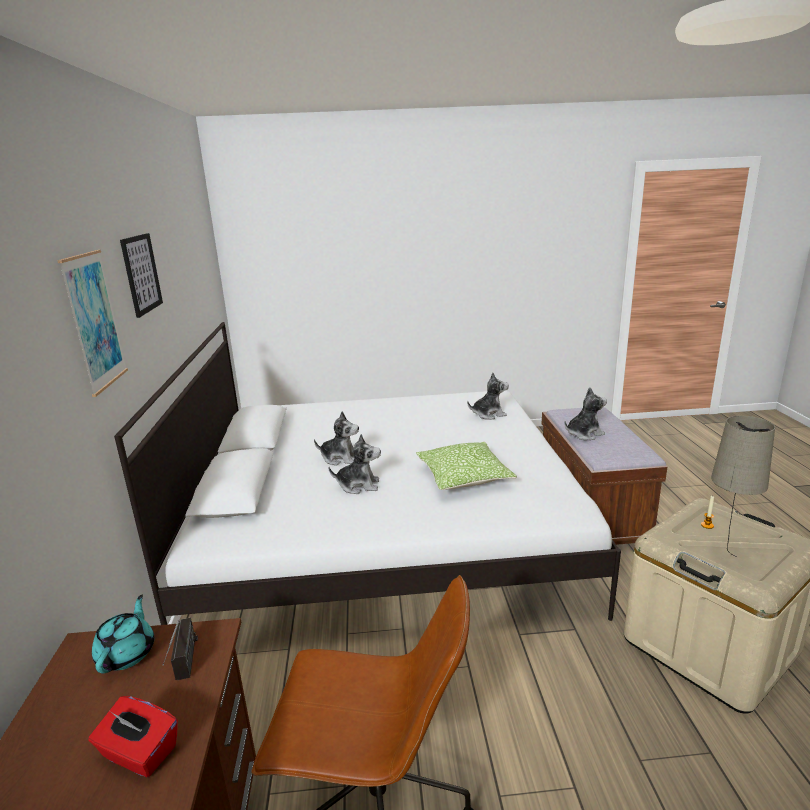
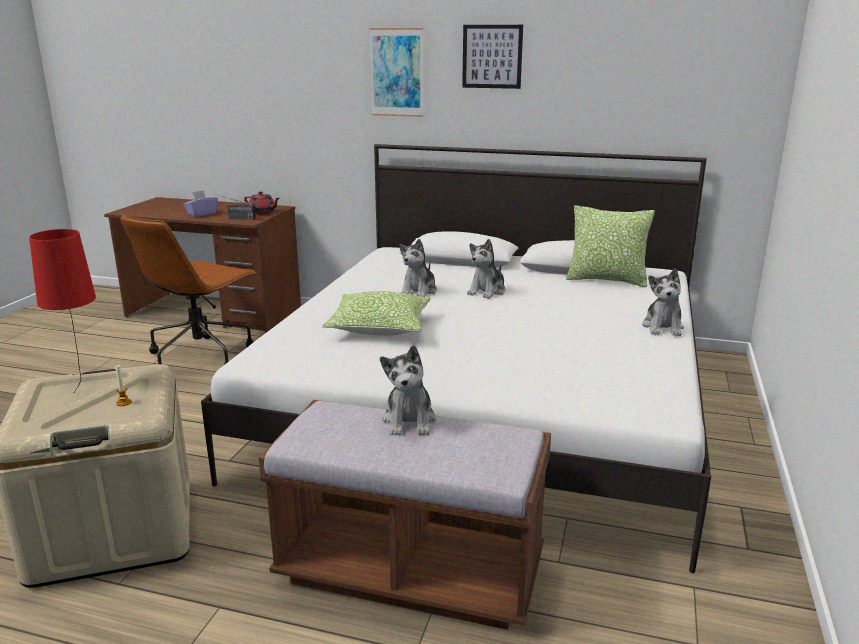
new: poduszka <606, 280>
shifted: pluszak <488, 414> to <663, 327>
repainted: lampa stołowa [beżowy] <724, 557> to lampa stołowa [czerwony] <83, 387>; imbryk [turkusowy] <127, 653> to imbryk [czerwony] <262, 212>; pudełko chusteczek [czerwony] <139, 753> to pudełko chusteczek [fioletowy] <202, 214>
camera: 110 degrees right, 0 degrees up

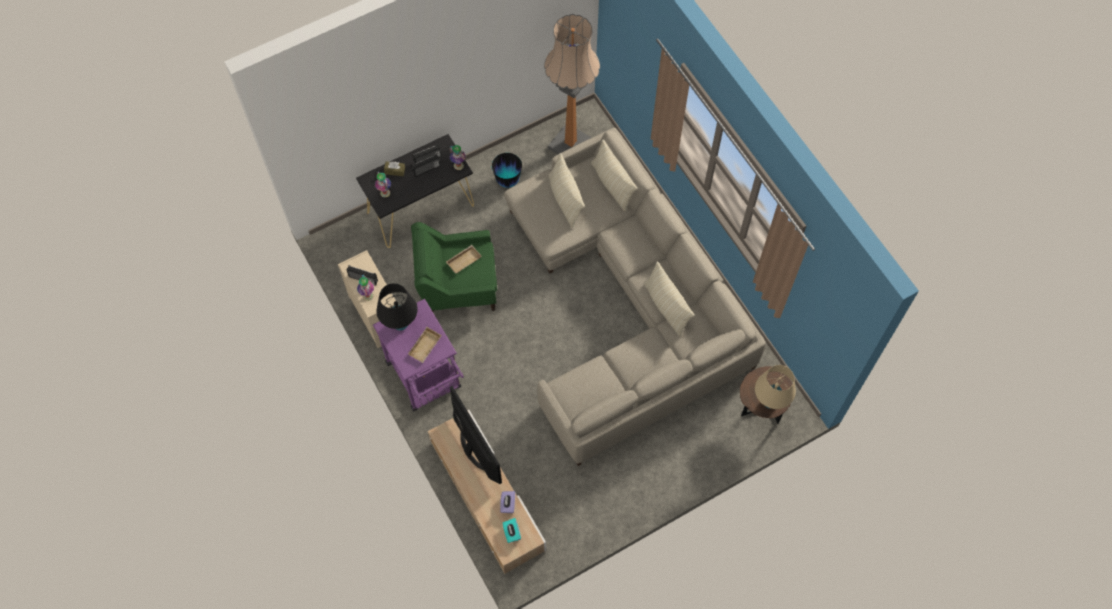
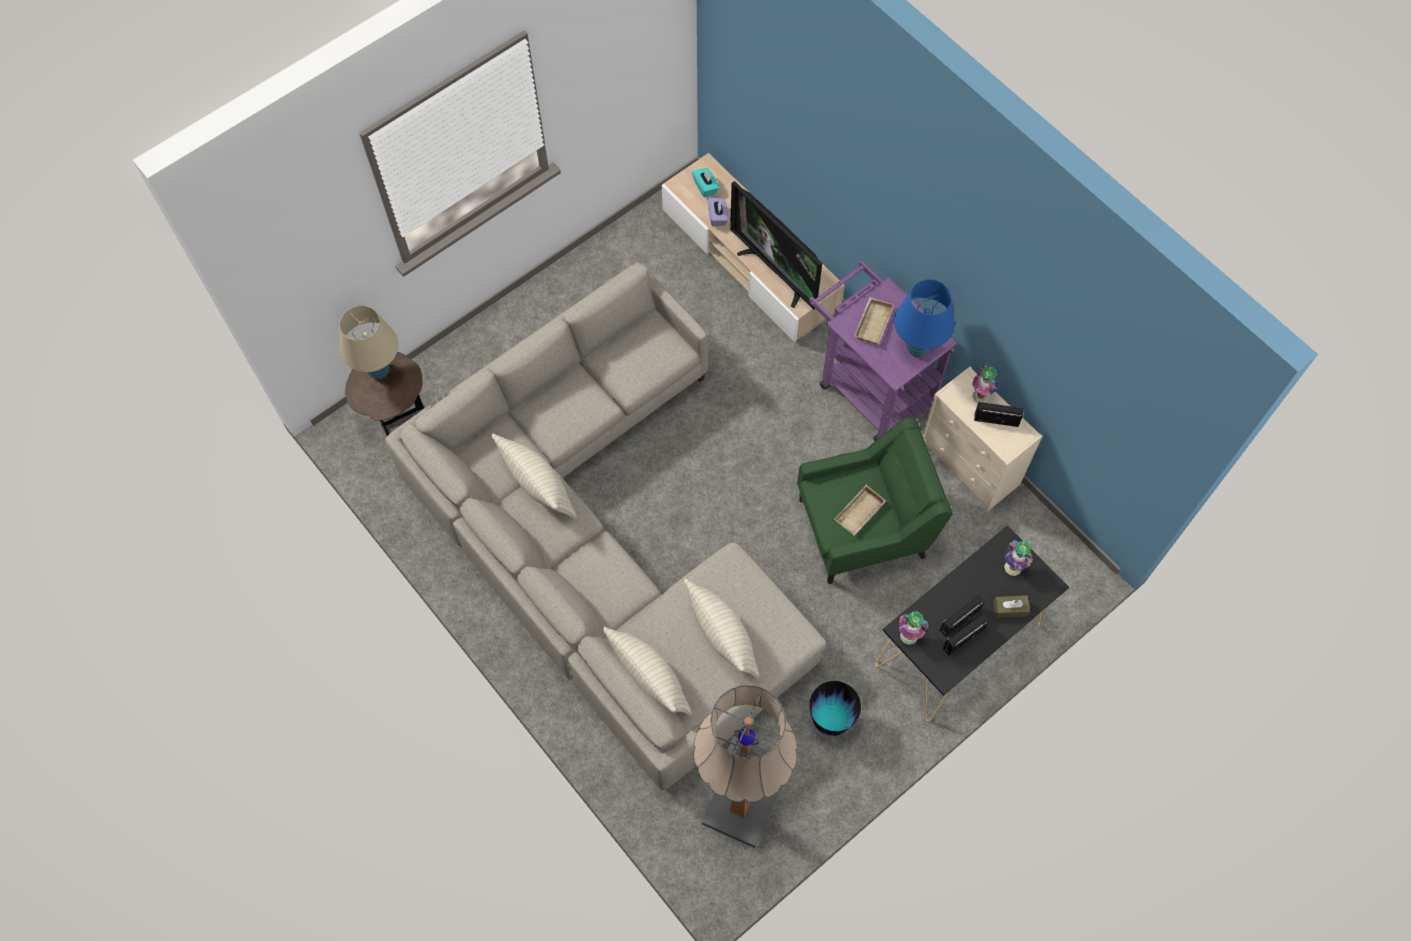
repainted: lampa stołowa [czarny] <401, 324> to lampa stołowa [niebieski] <917, 348>
camera: 170 degrees right, 0 degrees up

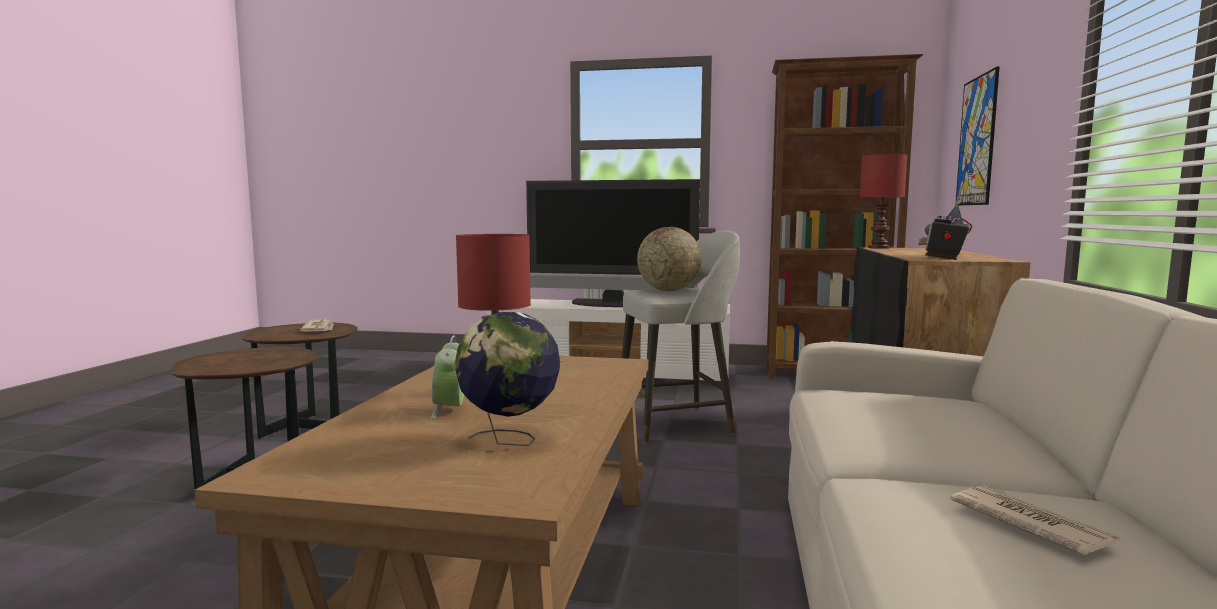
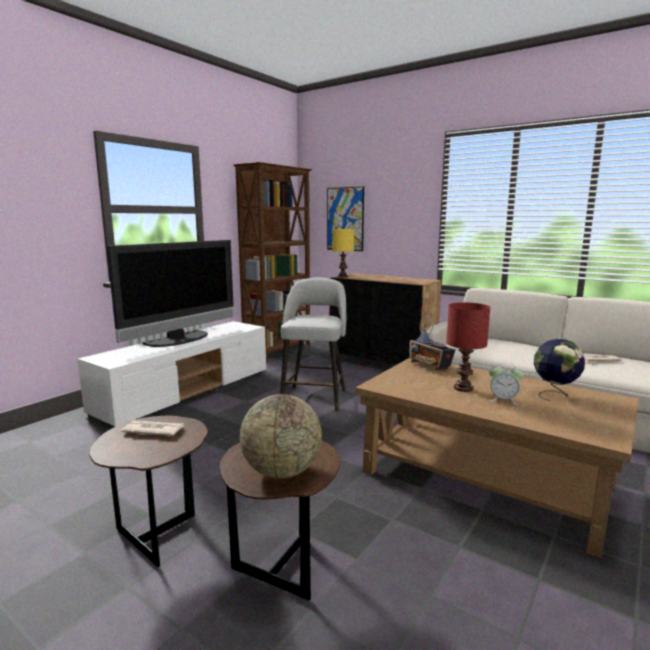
shifted: radio <945, 258> to <430, 366>; globus <668, 290> to <282, 472>
repainted: lampa stołowa [czerwony] <879, 248> to lampa stołowa [żółty] <342, 276>
camera: 65 degrees left, 5 degrees up

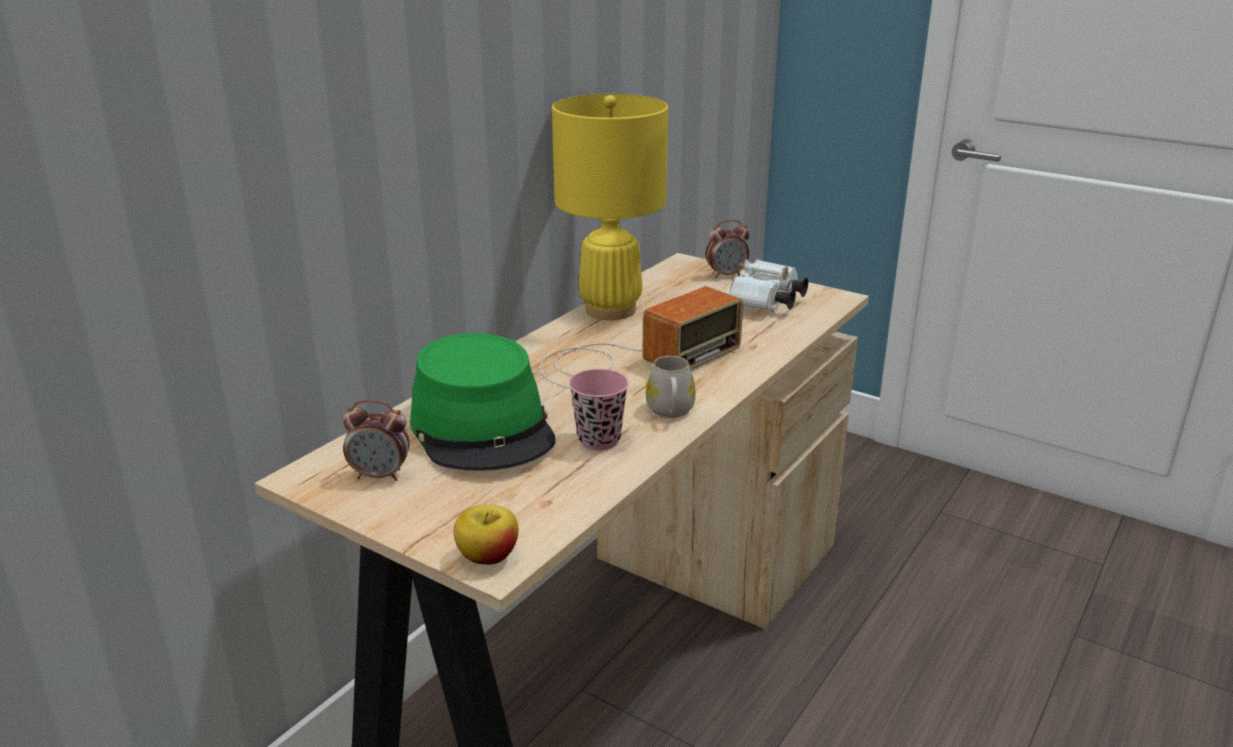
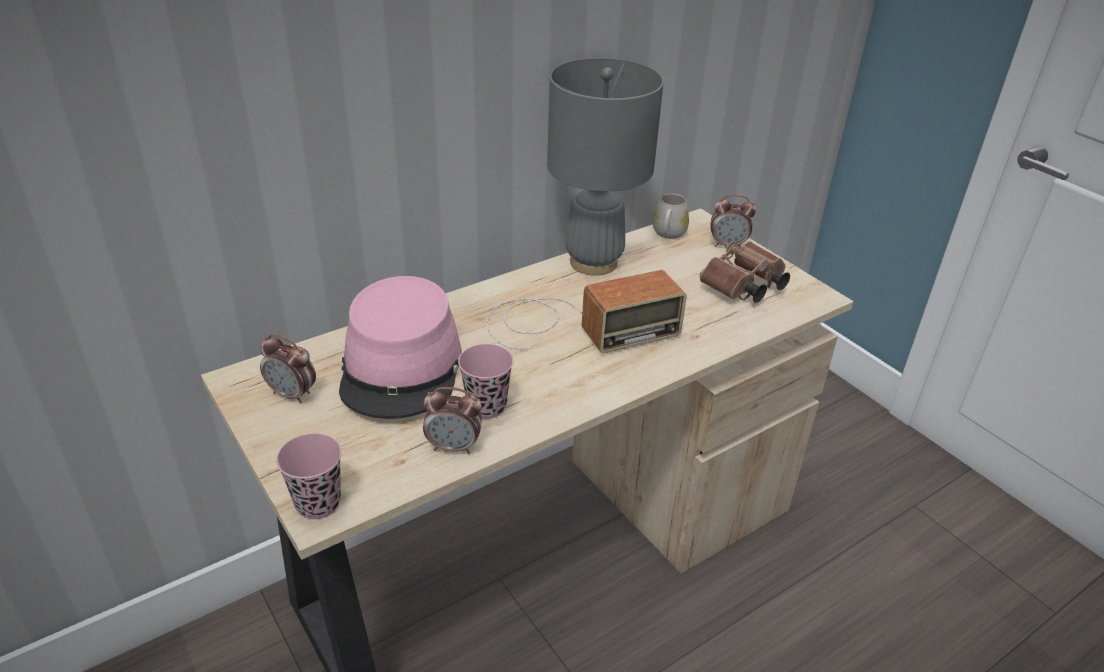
new: budzik <454, 447>
shifted: kubek [biały] <670, 412> to <668, 234>
swapped: jabłko <488, 556> to filiżanka [różowy] <318, 503>
repainted: lampa stołowa [żółty] <610, 310> to lampa stołowa [szary] <593, 263>; lornetka [biały] <765, 303> to lornetka [brązowy] <742, 288>; kapelusz [zielony] <483, 427> to kapelusz [różowy] <402, 366>
camera: 20 degrees right, 10 degrees up

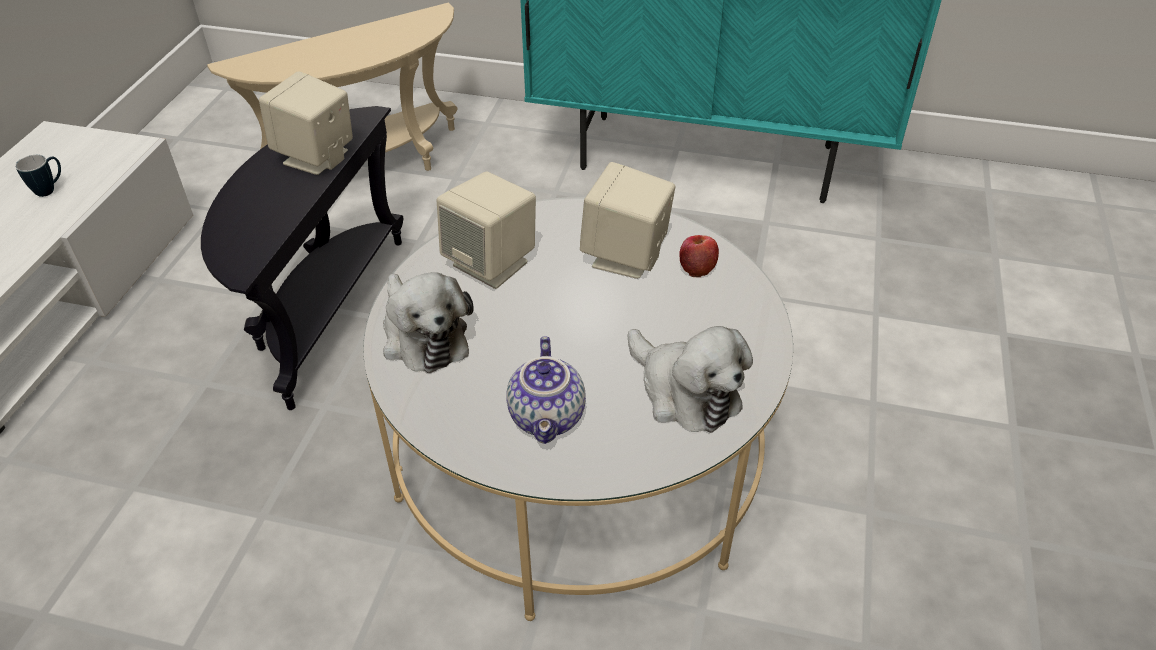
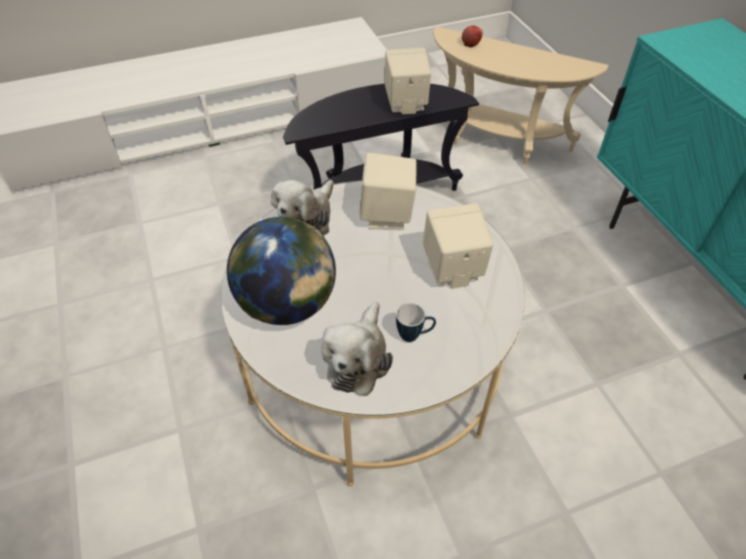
shifted: kubek <50, 189> to <414, 335>; jabłko <697, 267> to <471, 43>
swapped: imbryk <549, 417> to globus <287, 305>
camera: 55 degrees right, 5 degrees up

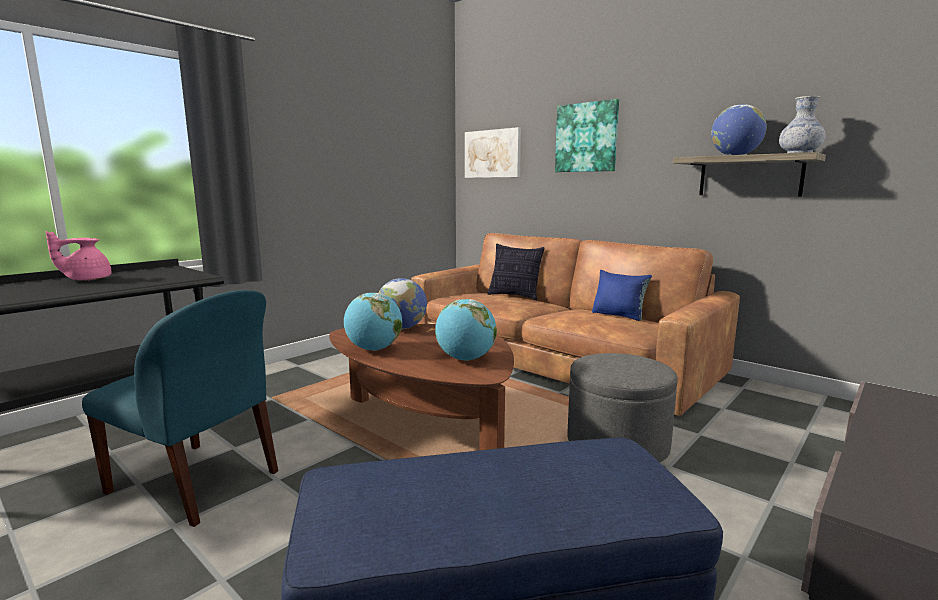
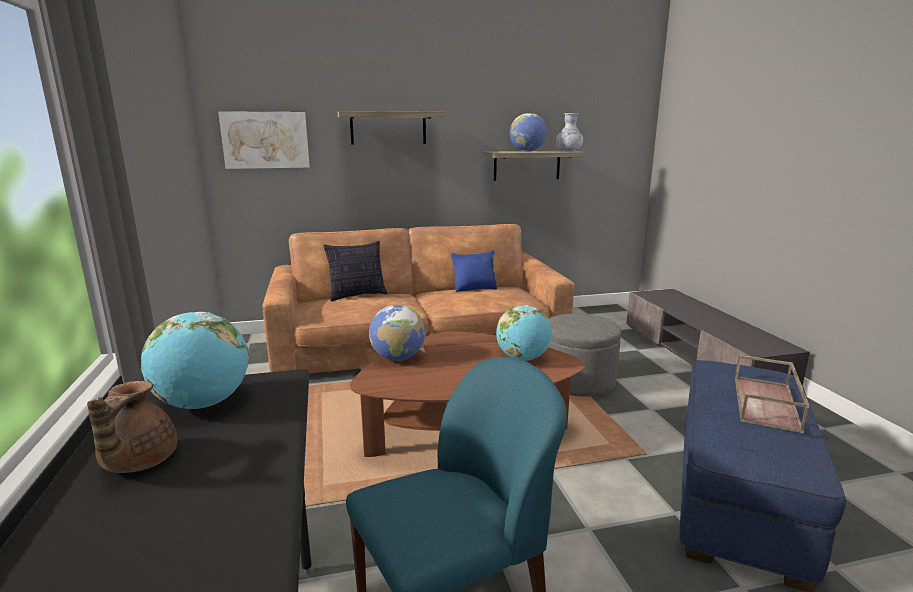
new: taca [brązowy] <767, 403>
shifted: globus <374, 349> to <204, 404>
swapped: obraz <586, 137> to półka <388, 128>
repainted: imbryk [różowy] <87, 279> to imbryk [brązowy] <137, 462>
camera: 55 degrees left, 5 degrees up

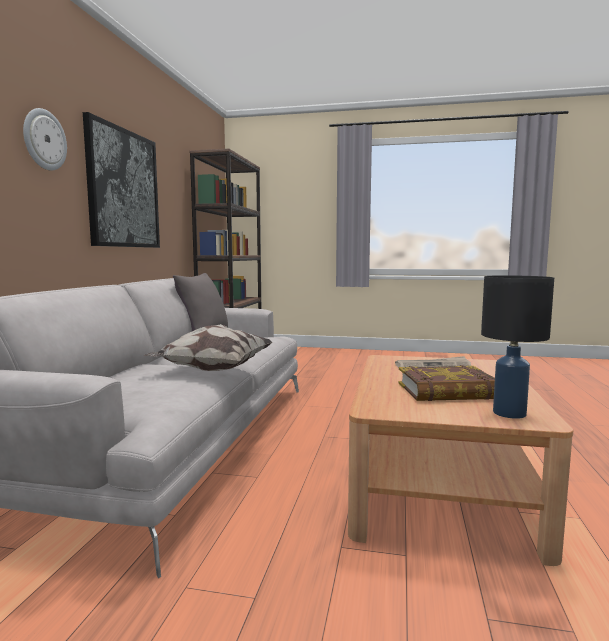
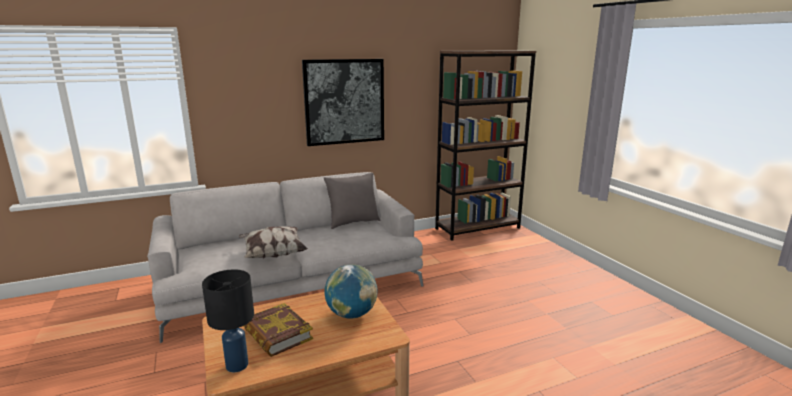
gone: zegar ścienny <44, 140>
swapped: gazeta <433, 366> to globus <351, 314>
camera: 55 degrees right, 10 degrees up

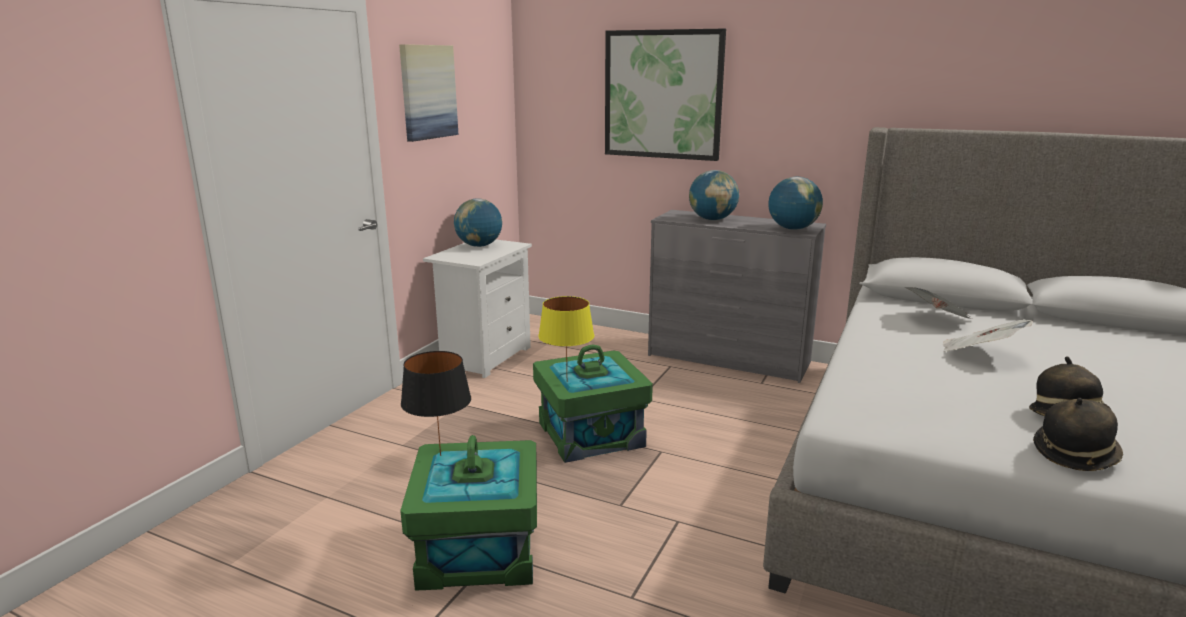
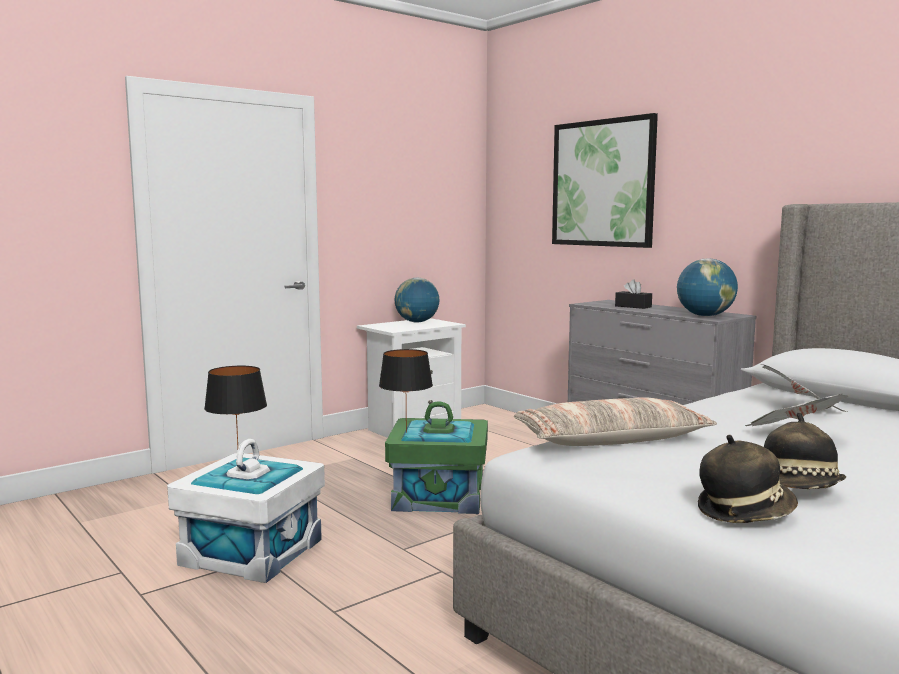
gone: obraz <428, 92>
new: poduszka <611, 440>
swapped: globus <712, 219> to pudełko chusteczek [czarny] <633, 306>
repainted: lampa stołowa [żółty] <566, 382> to lampa stołowa [czarny] <405, 432>; pojemnik do przechowywania [zielony] <477, 550> to pojemnik do przechowywania [biały] <251, 552>
camera: 25 degrees right, 10 degrees down

